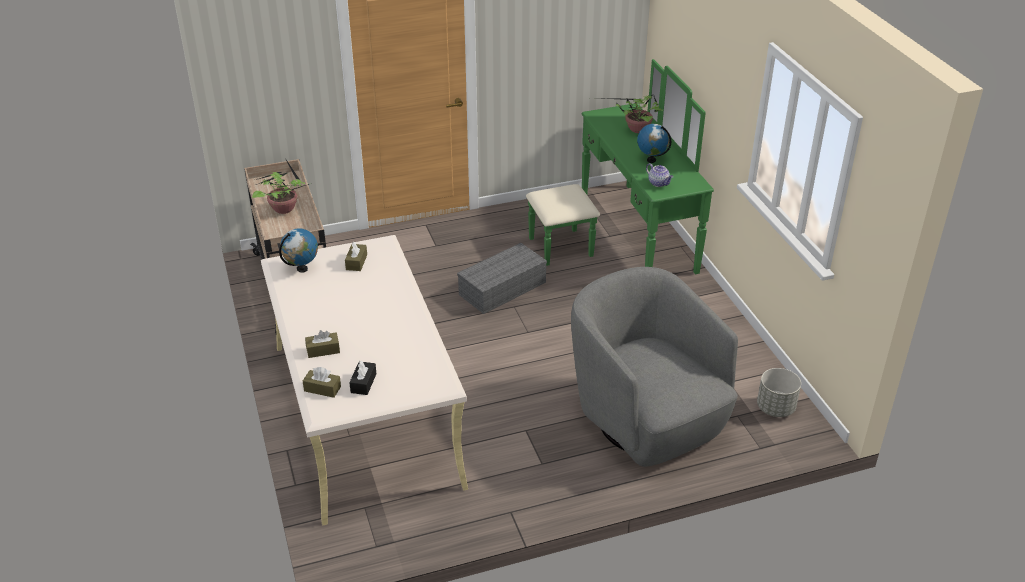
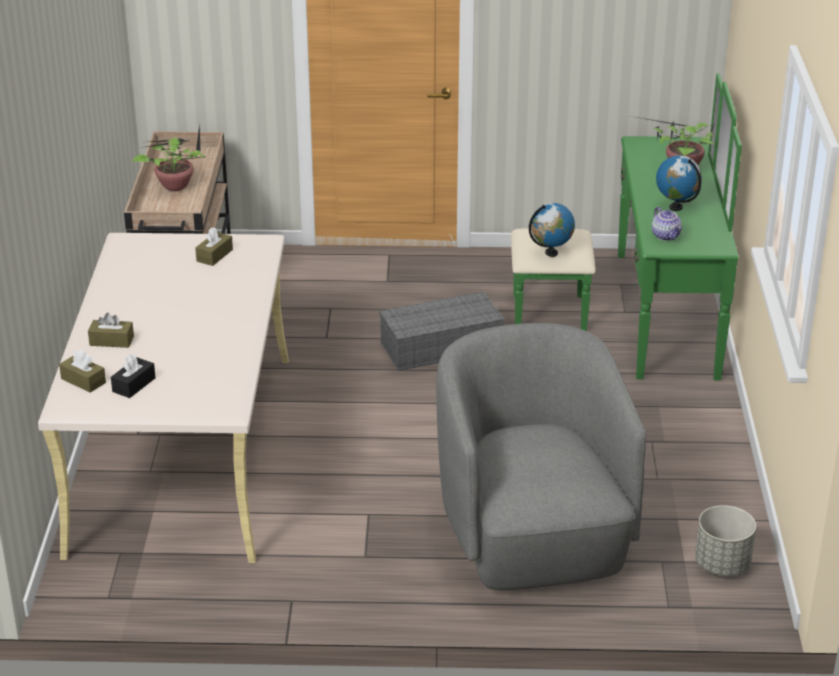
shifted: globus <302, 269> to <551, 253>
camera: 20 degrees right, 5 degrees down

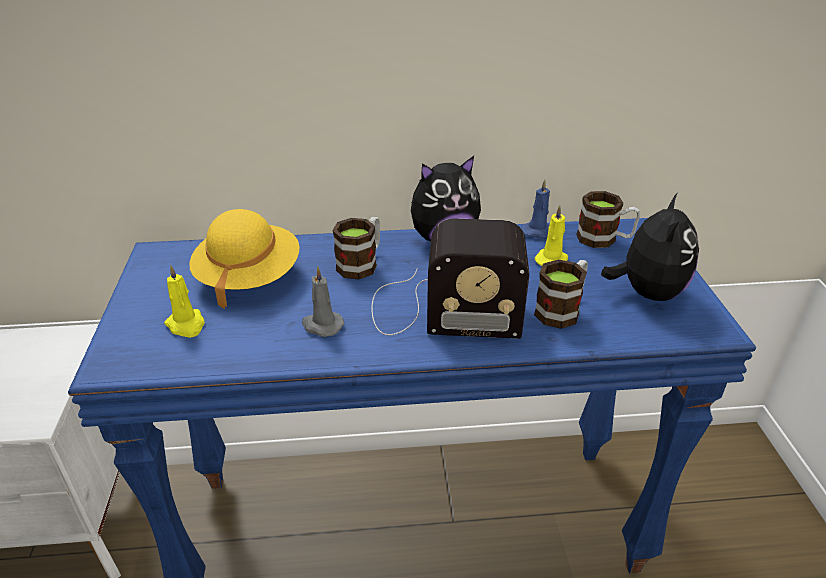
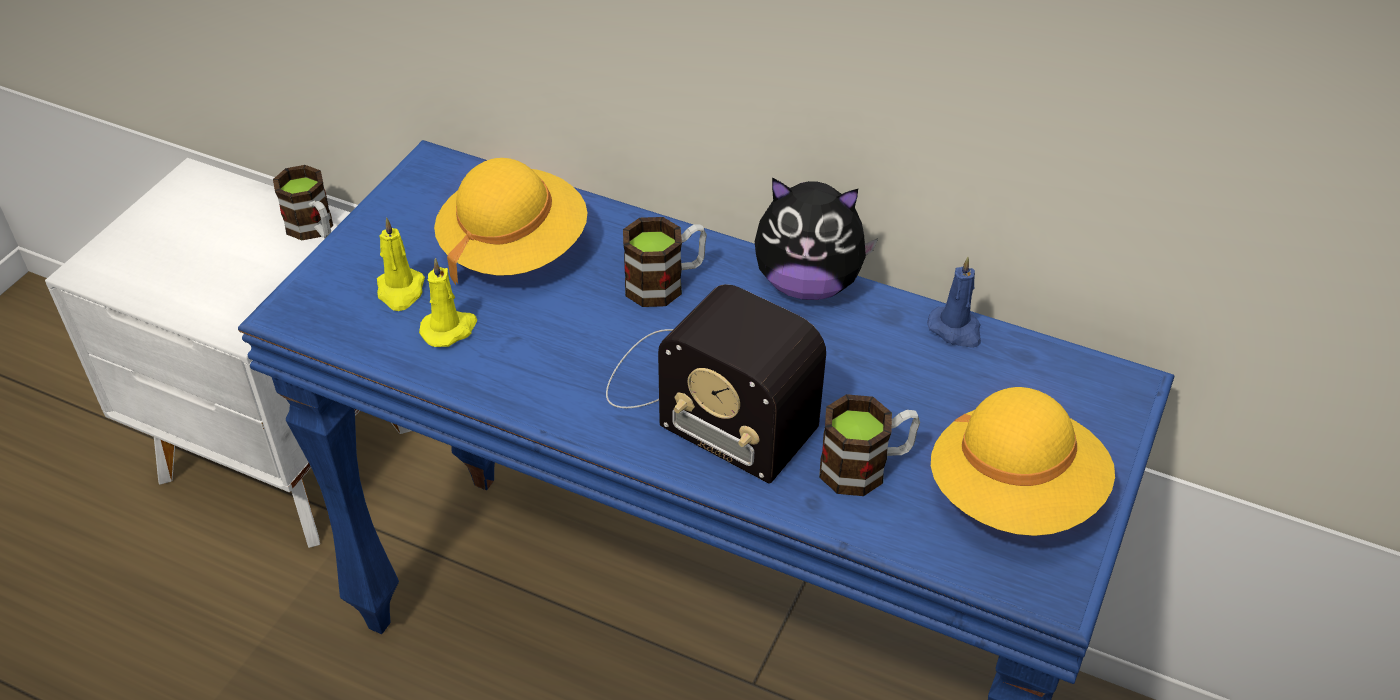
gone: świeca [szary] <322, 325>
shifted: kubek <604, 239> to <314, 229>; świeca [żółty] <552, 259> to <449, 329>
swapped: pluszak <646, 292> to kapelusz [żółty] <1014, 494>
camera: 30 degrees right, 10 degrees up

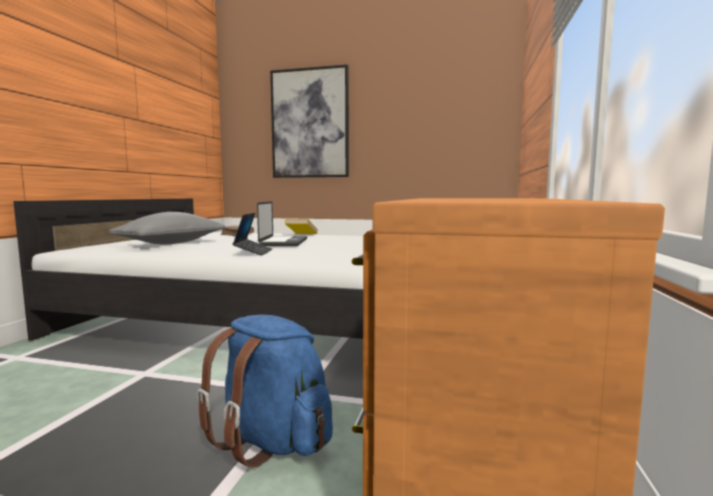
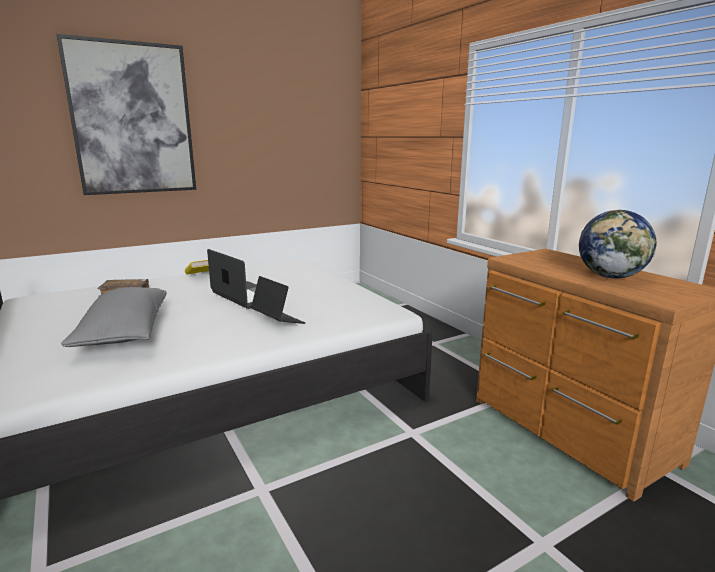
gone: plecak [niebieski] <272, 440>
new: globus <611, 277>
camera: 45 degrees left, 10 degrees up

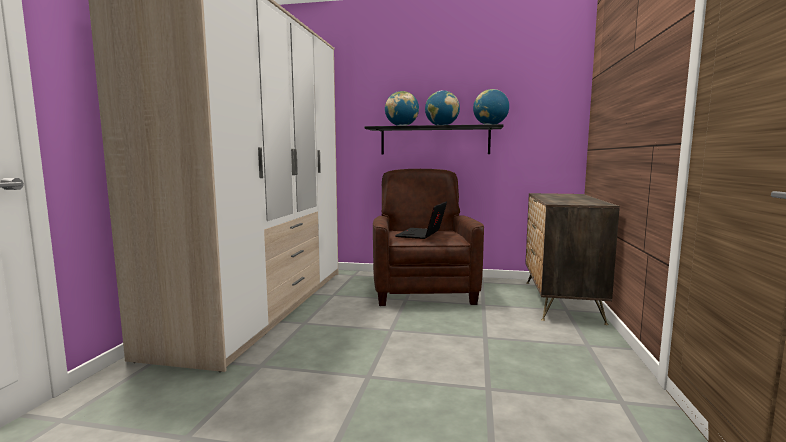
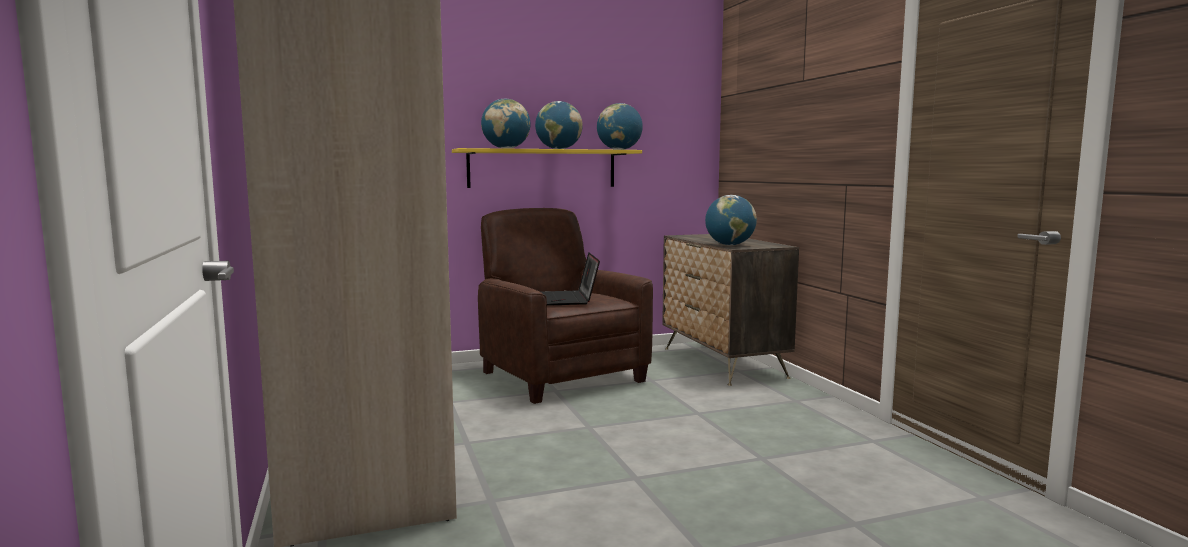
new: globus <729, 245>
repainted: półka [czarny] <434, 141> to półka [żółty] <542, 168>
camera: 30 degrees left, 0 degrees up

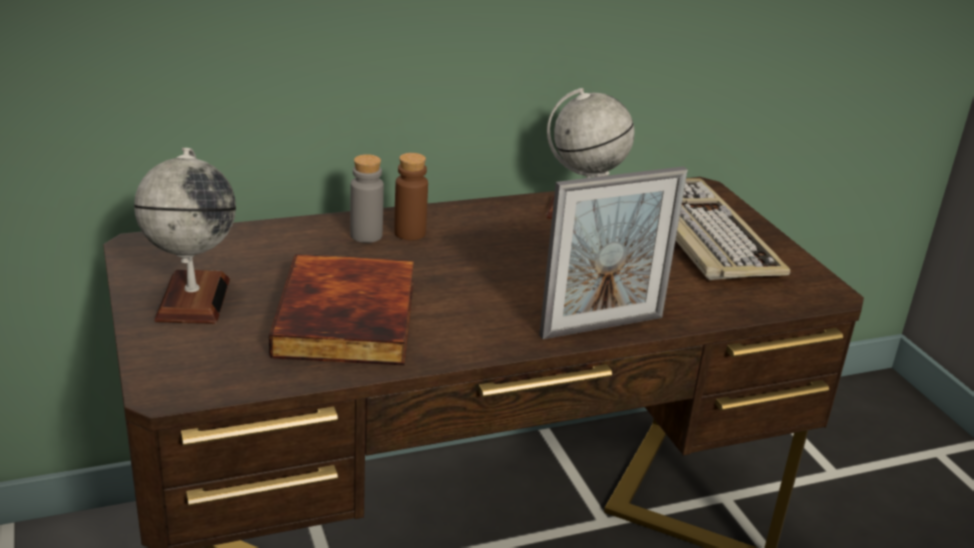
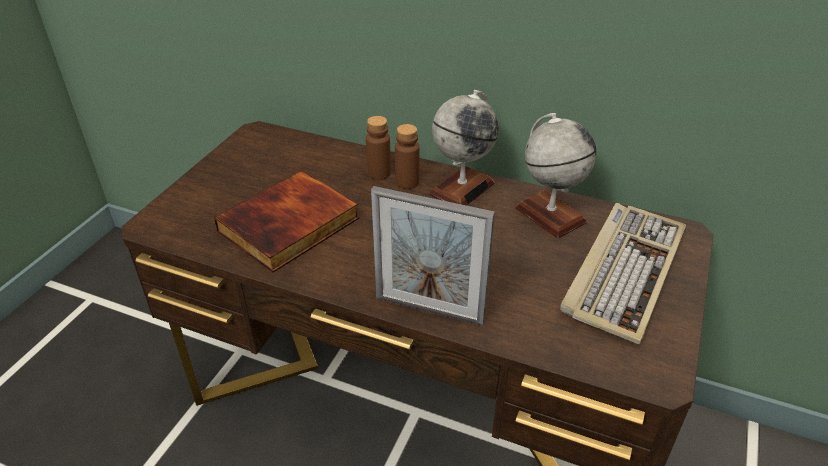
shifted: globus <193, 299> to <462, 188>
repainted: butelka [szary] <366, 235> to butelka [brązowy] <379, 173>
camera: 45 degrees right, 10 degrees up

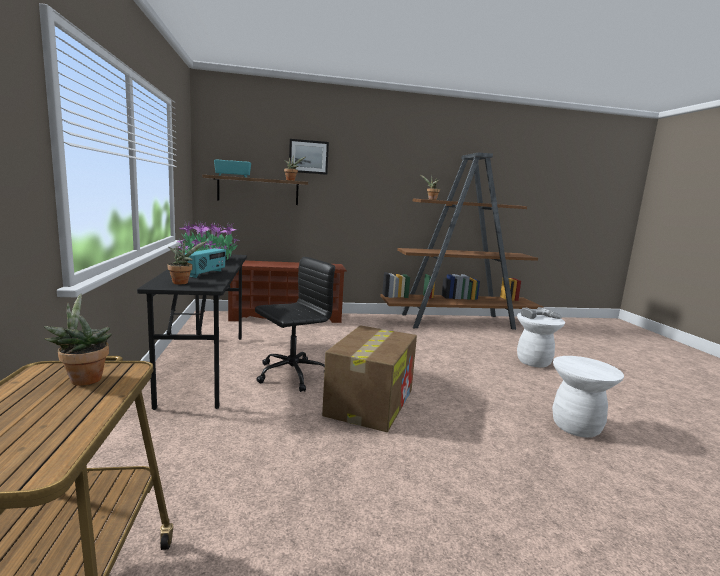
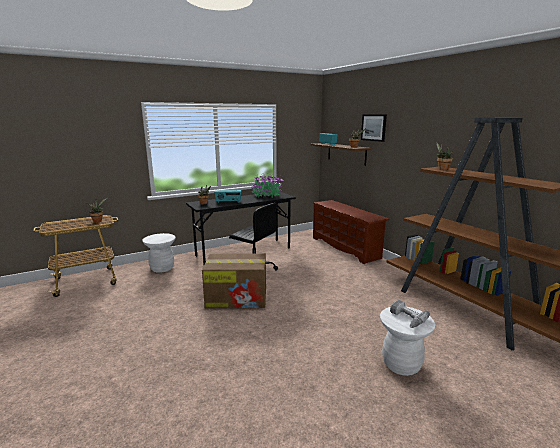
shifted: stołek [biały] <576, 427> to <162, 268>
camera: 70 degrees right, 5 degrees up

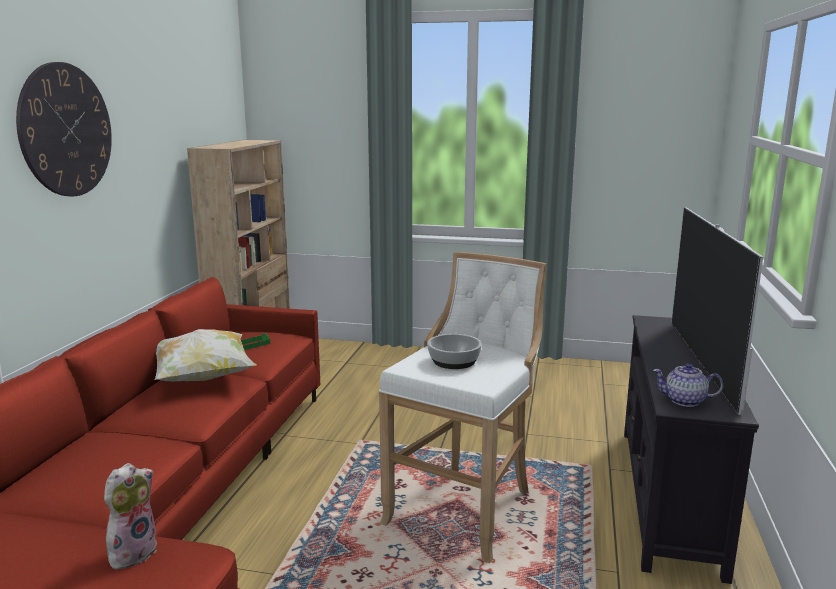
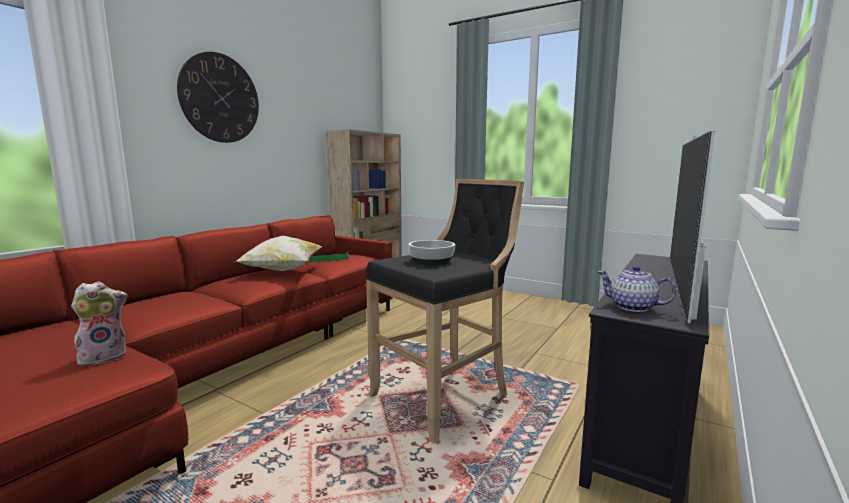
repainted: stołek [biały] <465, 507> to stołek [czarny] <445, 396>
camera: 20 degrees right, 5 degrees down

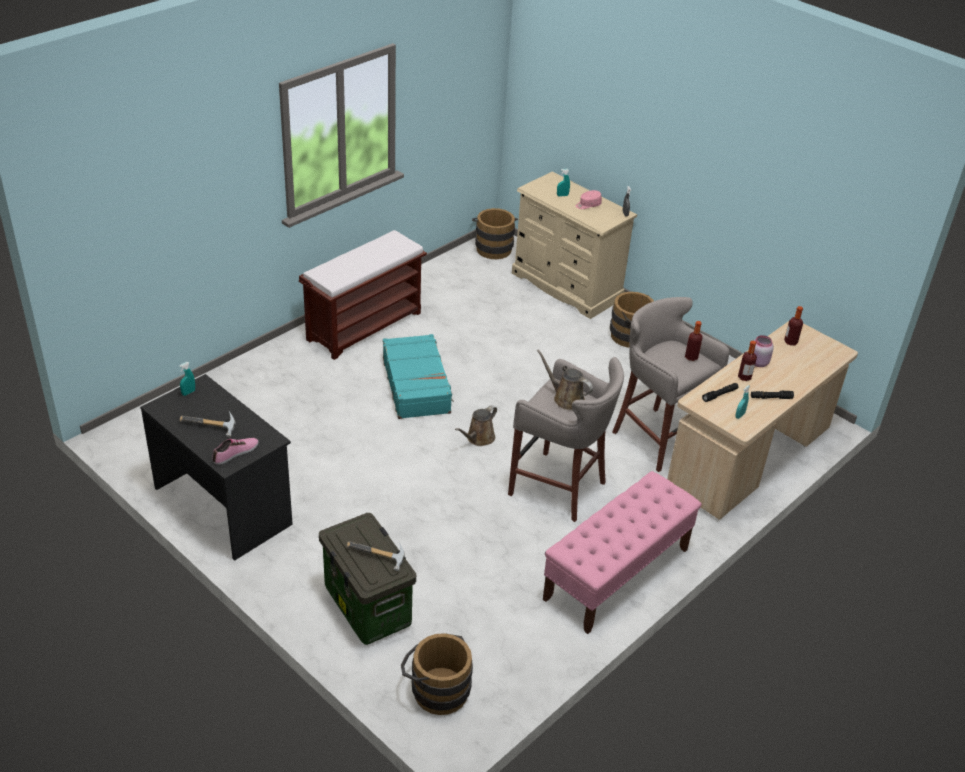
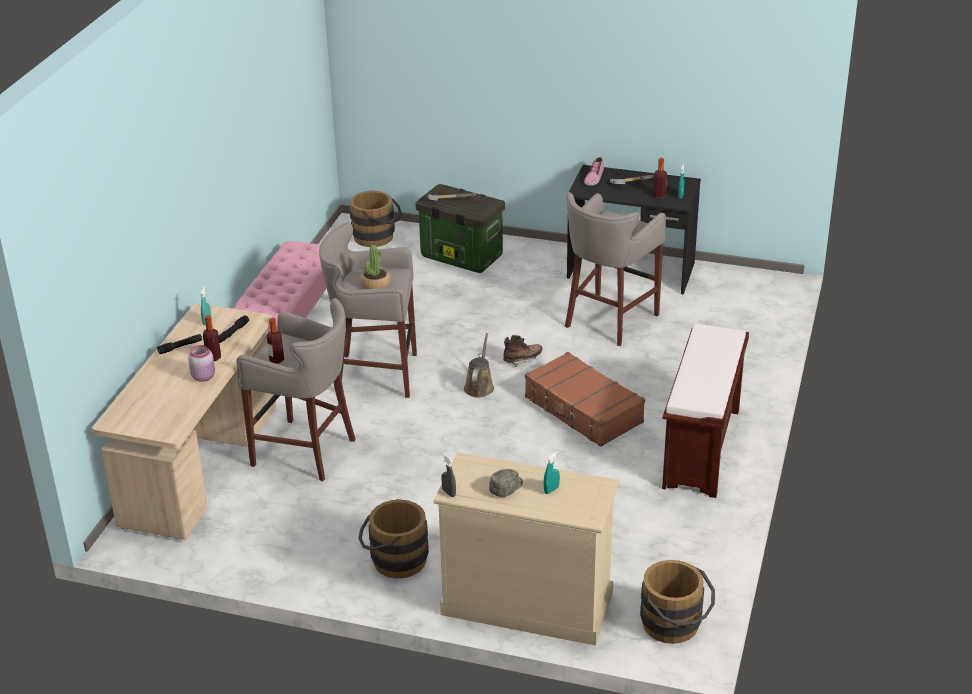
new: stołek [szary] <609, 321>; but z cholewką [brązowy] <522, 359>
shifted: butelka <790, 342> to <659, 196>
swapped: konewka [brązowy] <566, 398> to roślina doniczkowa <375, 284>
repainted: czapka z daszkiem [różowy] <588, 205> to czapka z daszkiem [szary] <507, 488>; walizka [turkusowy] <417, 385> to walizka [brązowy] <583, 410>
camera: 155 degrees right, 5 degrees down

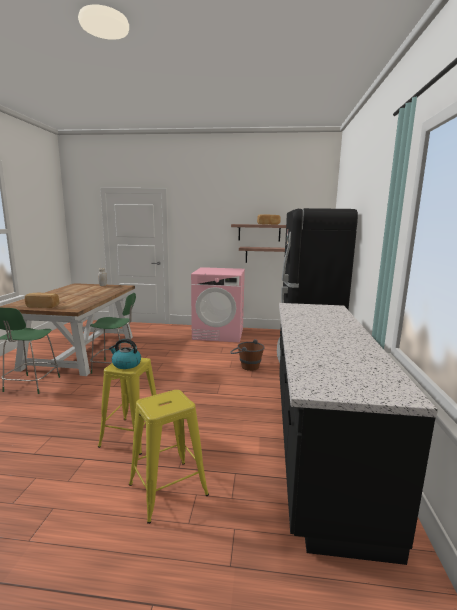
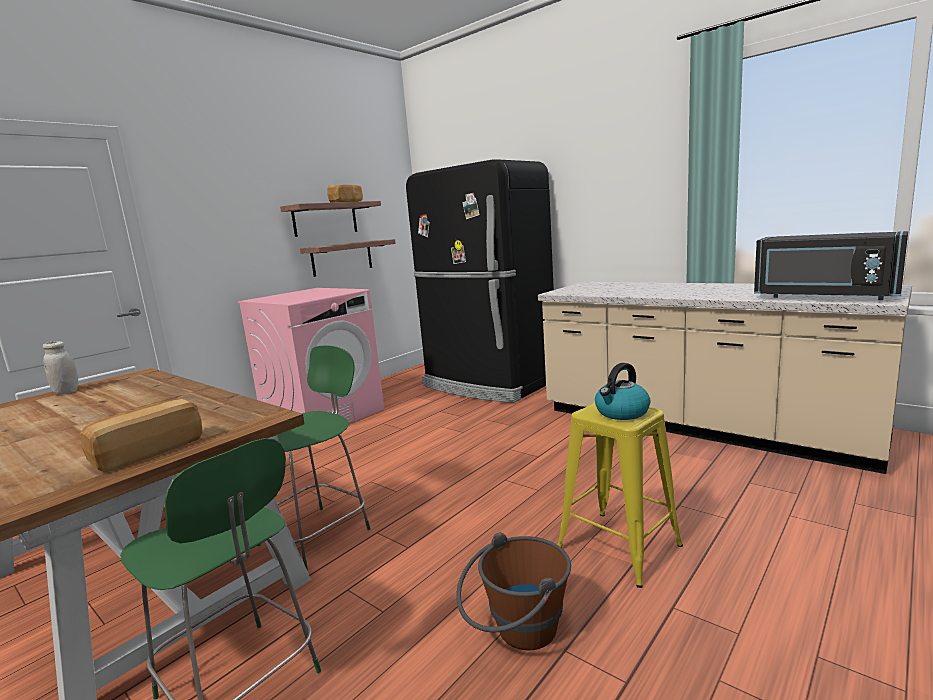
gone: stołek [żółty] <168, 489>
new: mikrofalówka [czarny] <823, 296>
shifted: wiadro [brązowy] <246, 366> to <517, 633>
repainted: zabudowa kuchenna [czarny] <317, 441> to zabudowa kuchenna [beżowy] <698, 426>
camera: 55 degrees left, 0 degrees up

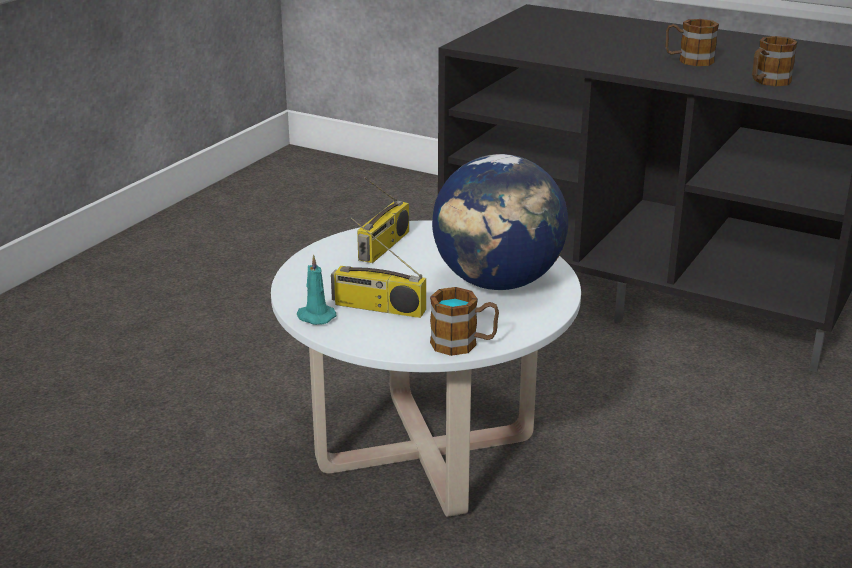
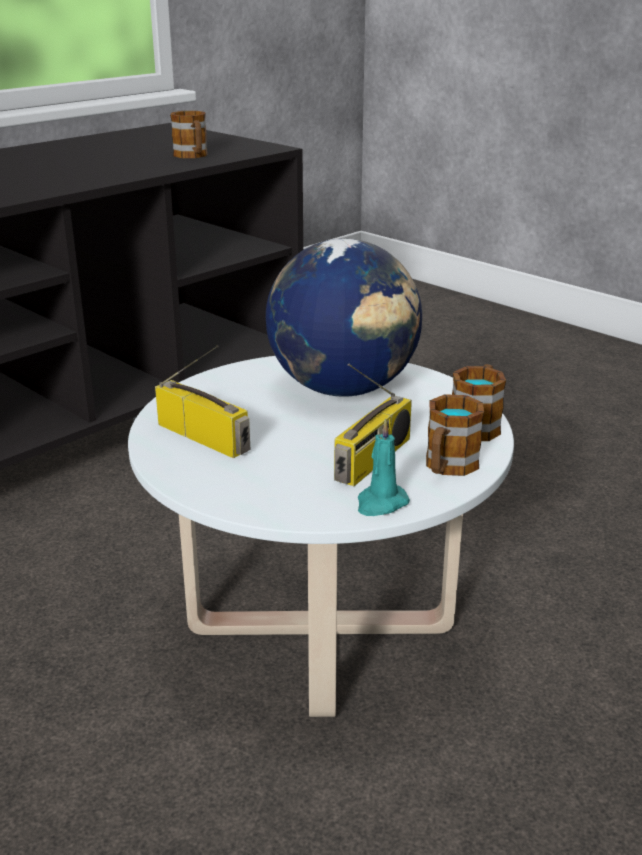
shifted: kubek <688, 60> to <447, 468>
camera: 75 degrees left, 0 degrees up

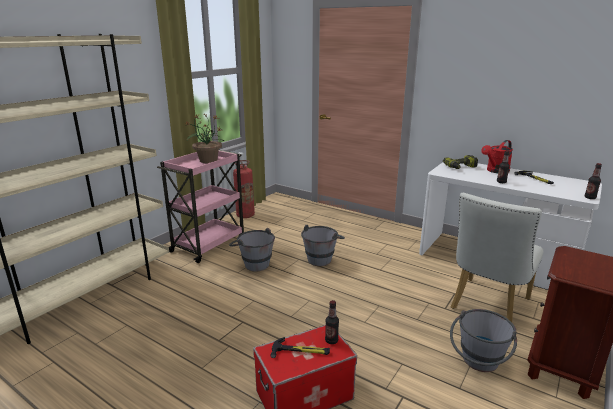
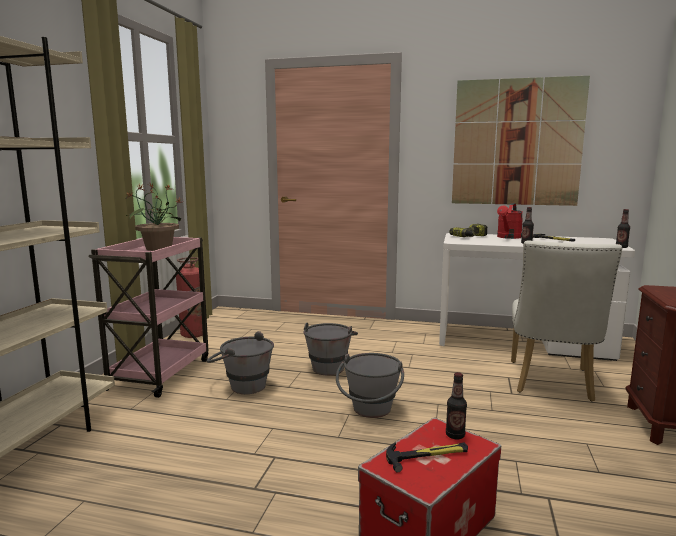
new: obraz <516, 142>
shifted: wiadro [szary] <478, 364> to <370, 412>
camera: 20 degrees left, 10 degrees down

